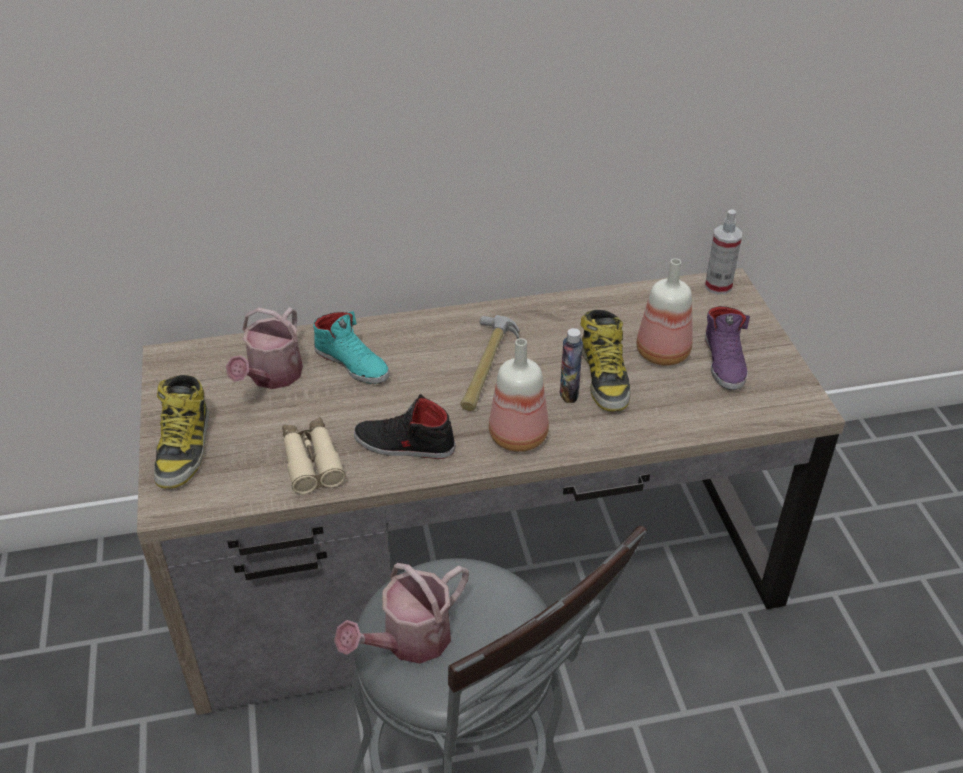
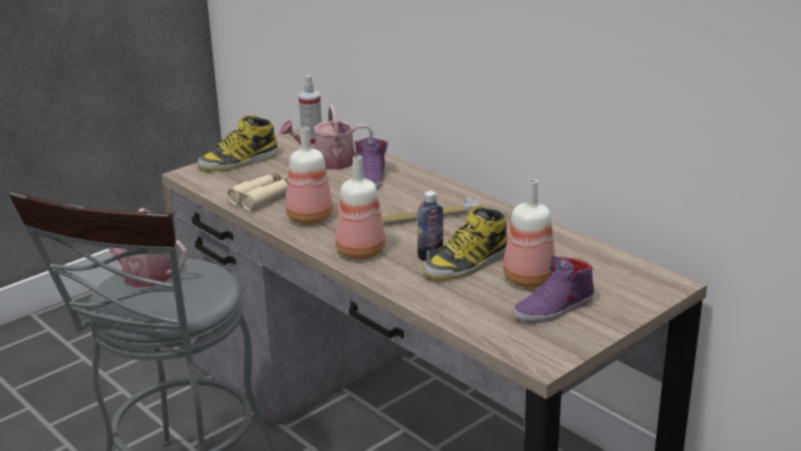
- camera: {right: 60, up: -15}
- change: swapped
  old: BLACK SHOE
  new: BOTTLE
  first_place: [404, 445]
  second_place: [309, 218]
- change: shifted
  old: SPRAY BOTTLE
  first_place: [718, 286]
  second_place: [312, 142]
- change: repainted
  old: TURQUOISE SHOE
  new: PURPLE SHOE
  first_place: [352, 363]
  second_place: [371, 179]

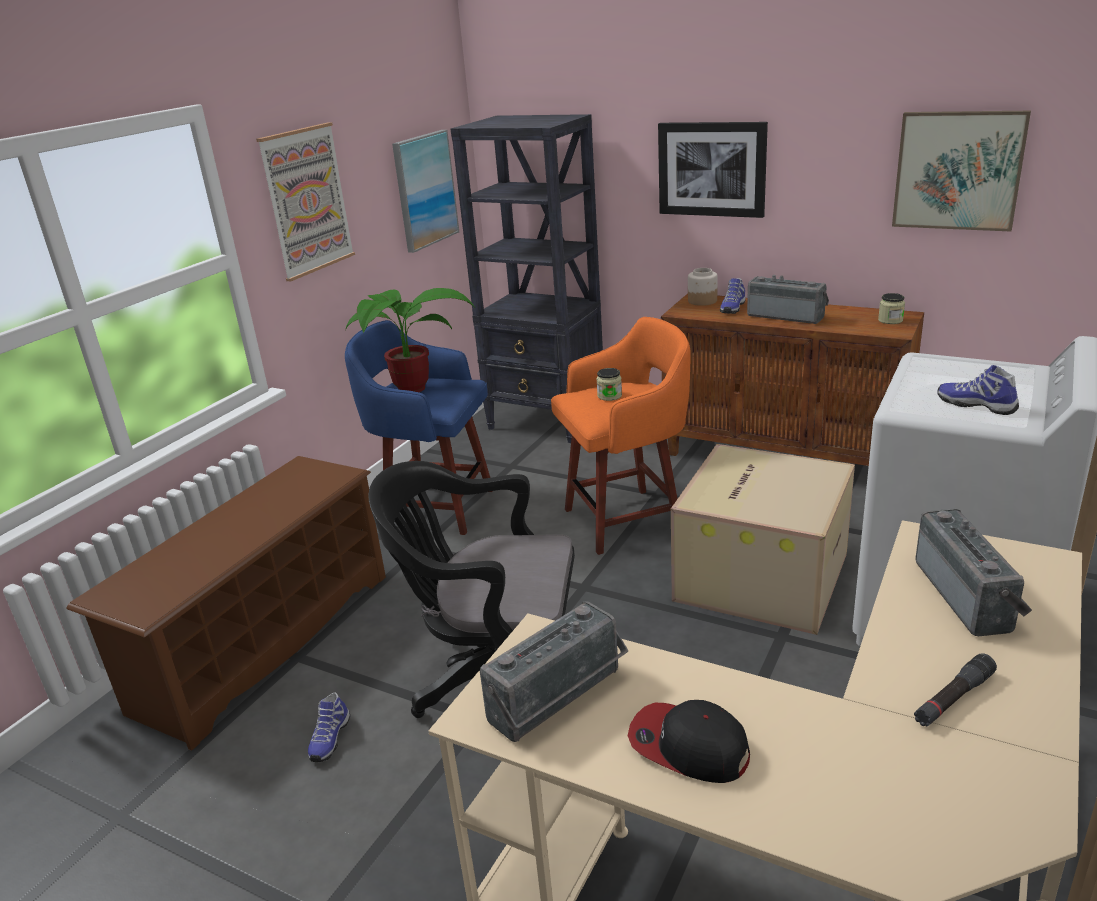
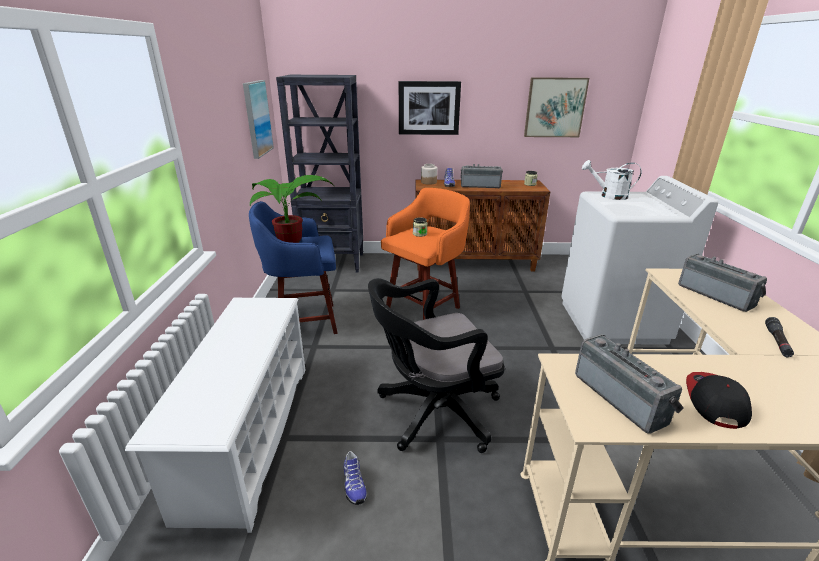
- camera: {right: -30, up: 0}
- change: repainted
  old: BROWN SHOE RACK
  new: WHITE SHOE RACK
  first_place: [265, 641]
  second_place: [248, 434]
- change: rotated
  old: RADIO
  first_place: [559, 700]
  second_place: [622, 397]
  degrees: -45
- change: new
  new: WHITE WATERING CAN
  second_place: [609, 196]
- change: rotated
  old: CAP
  first_place: [688, 746]
  second_place: [715, 401]
  degrees: 105
- change: gone
  old: PICTURE
  first_place: [307, 201]
- change: gone
  old: CARDBOARD BOX
  first_place: [759, 575]
- change: gone
  old: SHOE
  first_place: [977, 405]

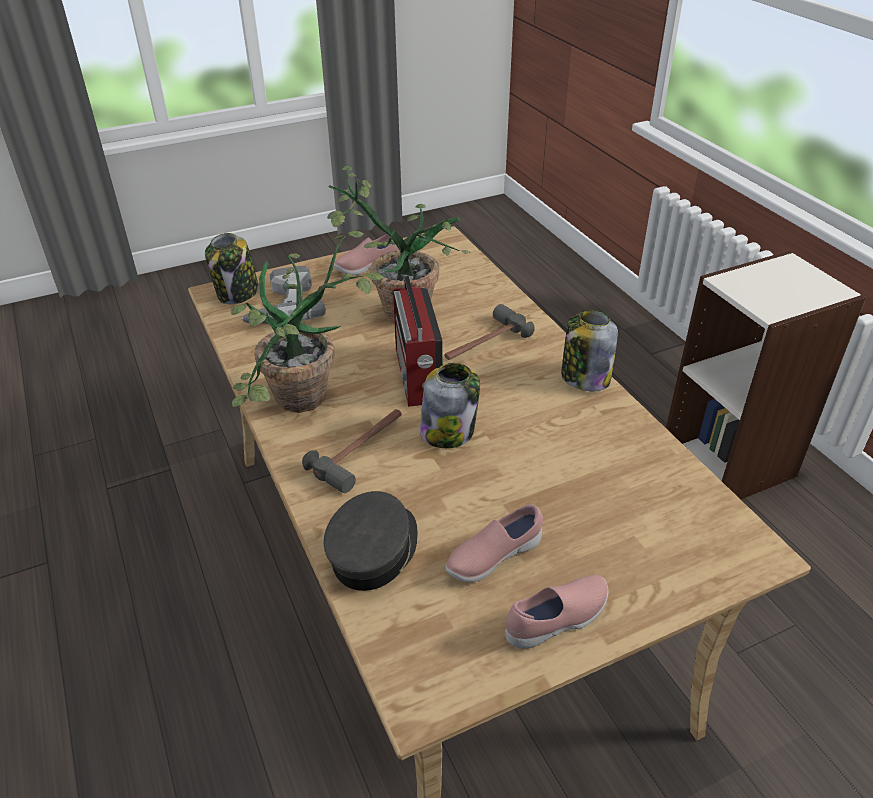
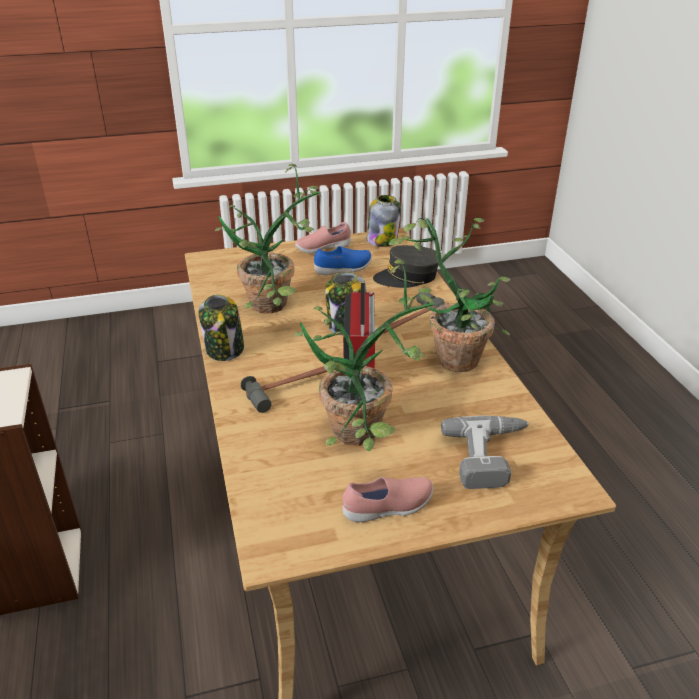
- camera: {right: -170, up: -5}
- change: new
  new: POTTED PLANT
  second_place: [277, 306]
- change: repainted
  old: PINK SHOE
  new: BLUE SHOE
  first_place: [493, 557]
  second_place: [343, 269]
- change: shifted
  old: JAR
  first_place: [237, 293]
  second_place: [382, 240]
- change: rotated
  old: GREY CAP
  first_place: [374, 551]
  second_place: [407, 277]
  degrees: 45

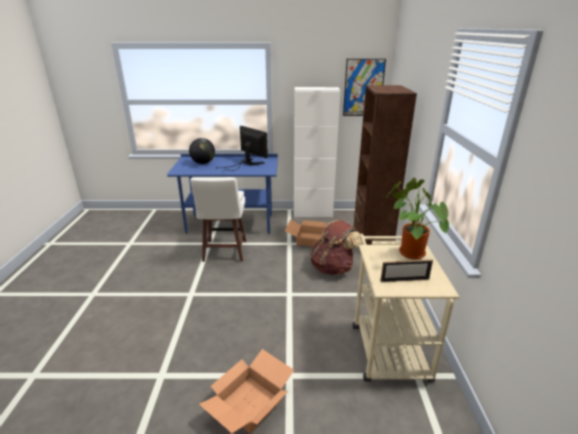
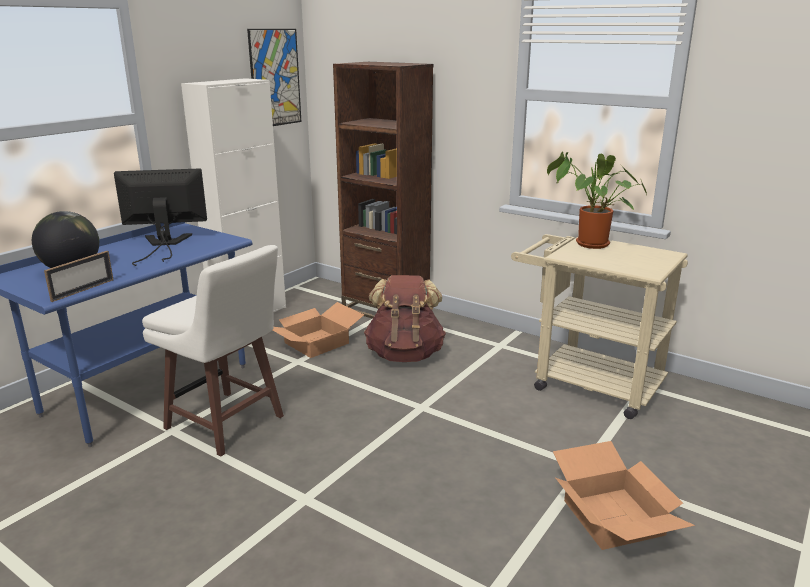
- camera: {right: -55, up: -5}
- change: shifted
  old: PICTURE FRAME
  first_place: [404, 280]
  second_place: [83, 290]

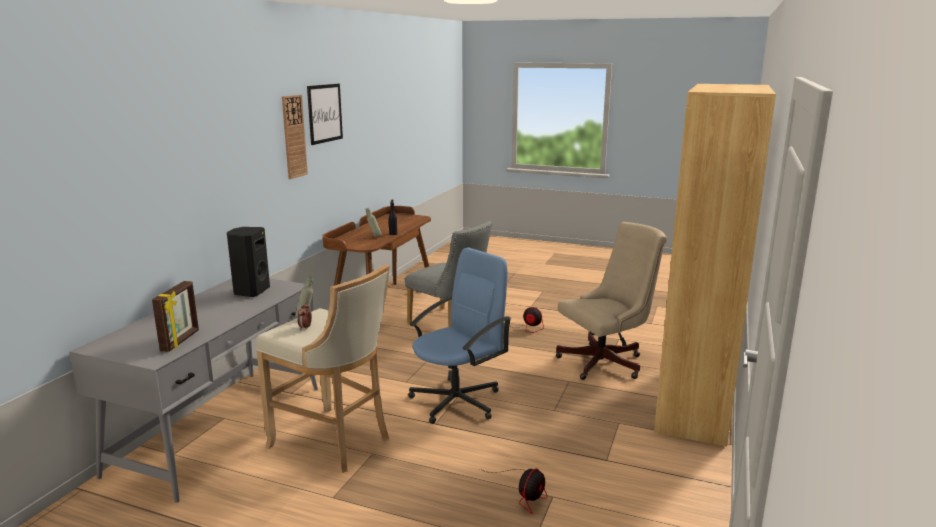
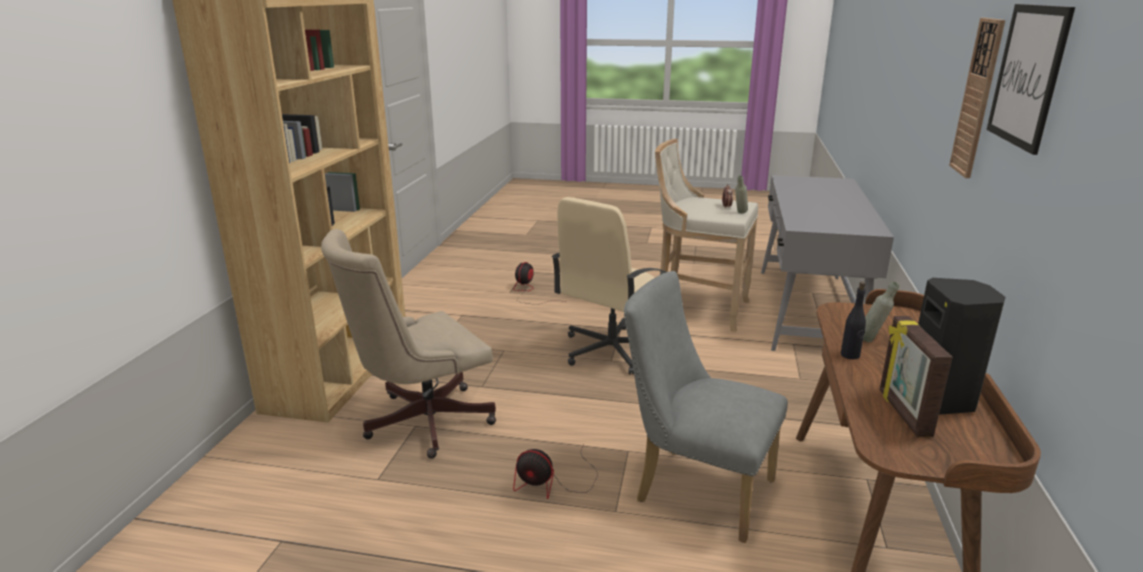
- camera: {right: 170, up: 5}
- change: repainted
  old: BLUE OFFICE CHAIR
  new: BEIGE OFFICE CHAIR
  first_place: [457, 401]
  second_place: [609, 351]
- change: shifted
  old: PICTURE FRAME
  first_place: [181, 341]
  second_place: [903, 413]
- change: shifted
  old: BLACK SPEAKER
  first_place: [250, 291]
  second_place: [942, 399]

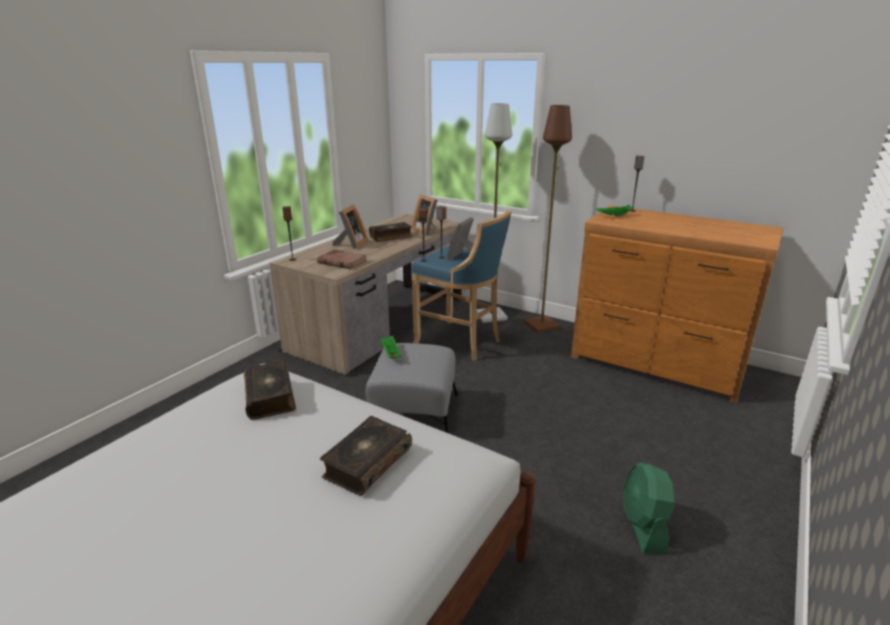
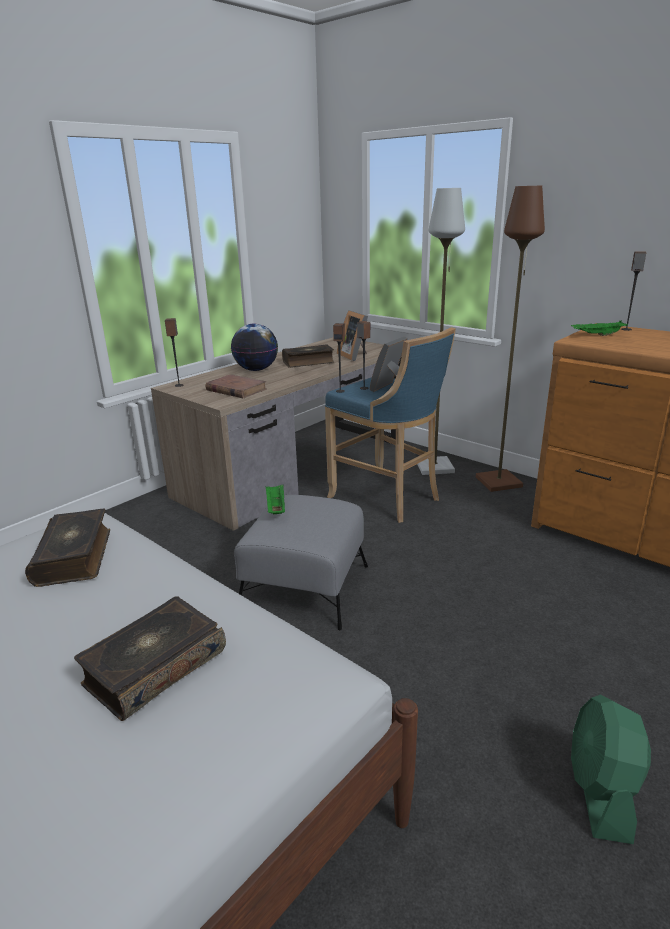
- camera: {right: 10, up: 0}
- change: swapped
  old: PICTURE FRAME
  new: GLOBE
  first_place: [351, 244]
  second_place: [256, 370]

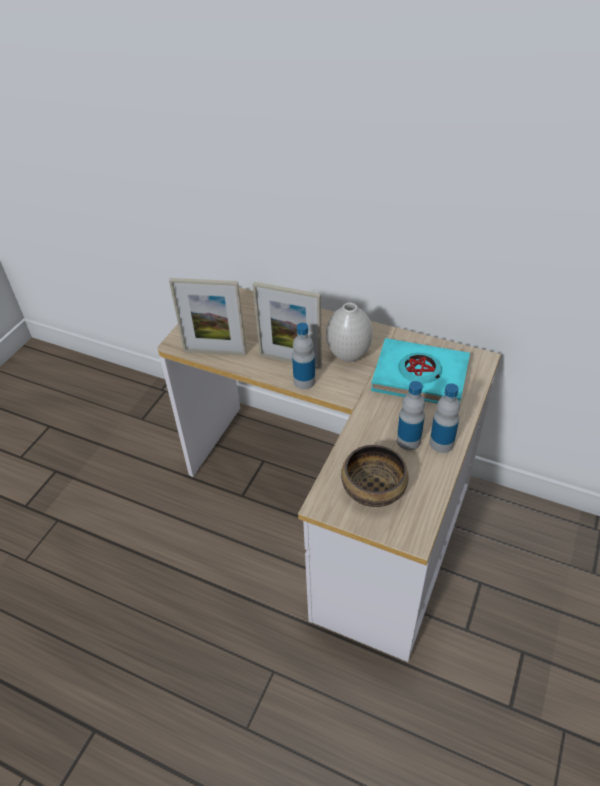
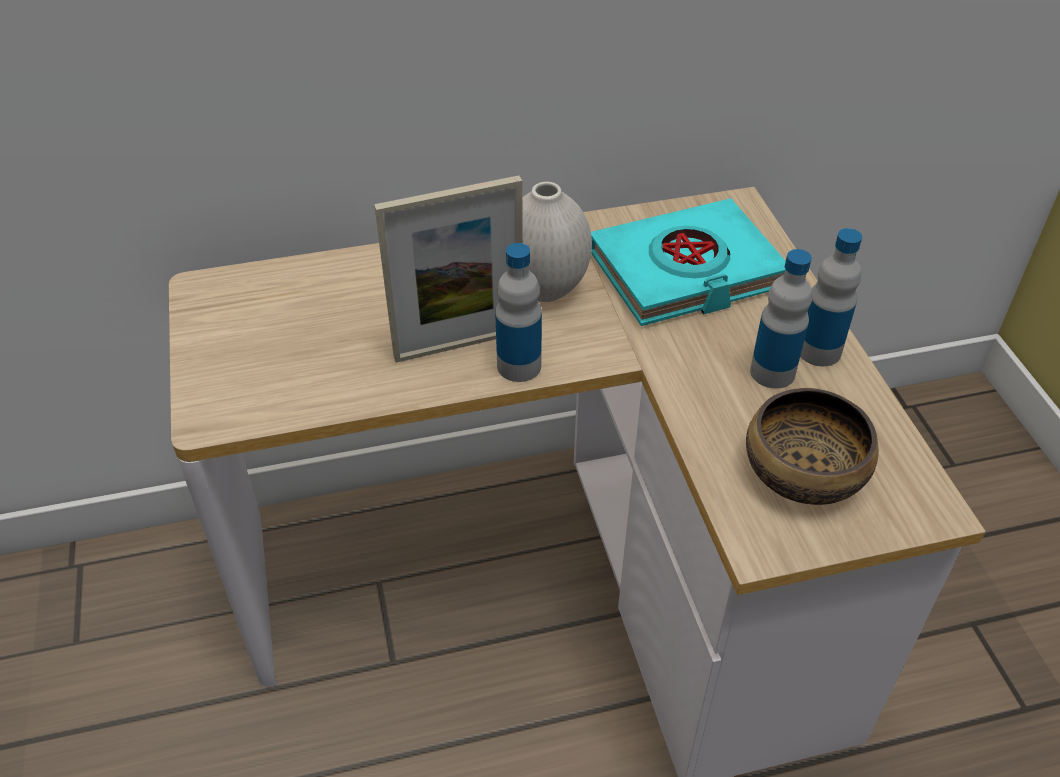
- camera: {right: -40, up: 0}
- change: gone
  old: PICTURE FRAME
  first_place: [215, 352]

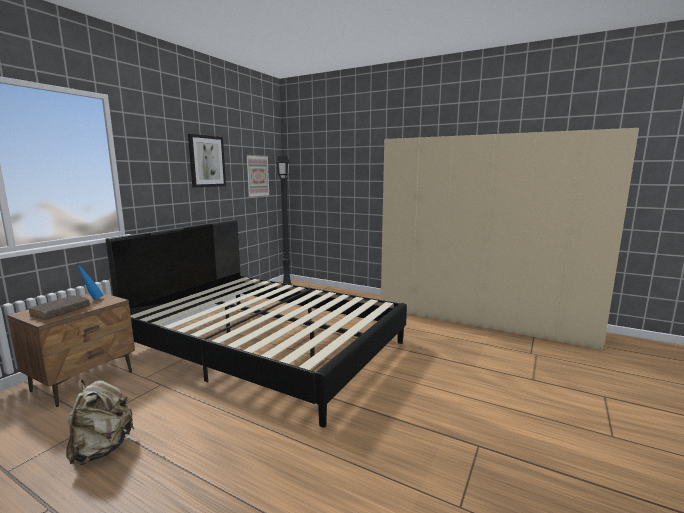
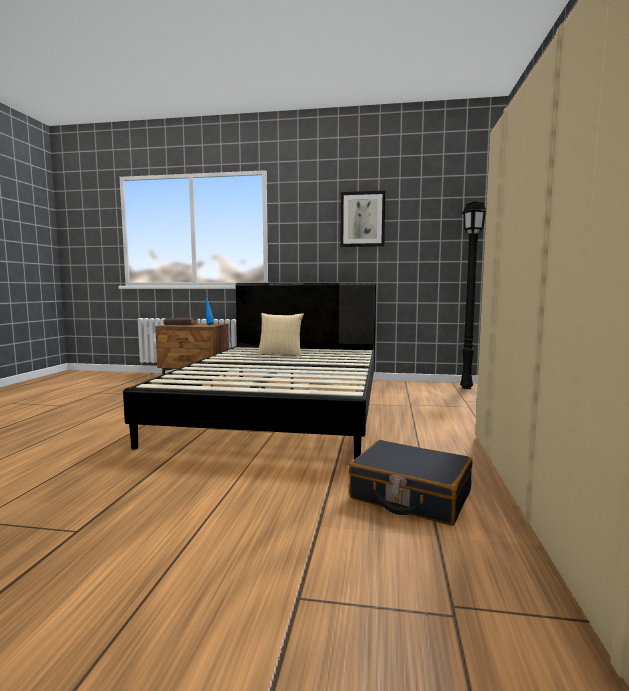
- camera: {right: 70, up: -5}
- change: new
  new: PILLOW
  second_place: [280, 354]
- change: new
  new: BLACK SUITCASE
  second_place: [410, 496]
- change: gone
  old: BEIGE BACKPACK
  first_place: [102, 449]
- change: gone
  old: PICTURE
  first_place: [257, 176]

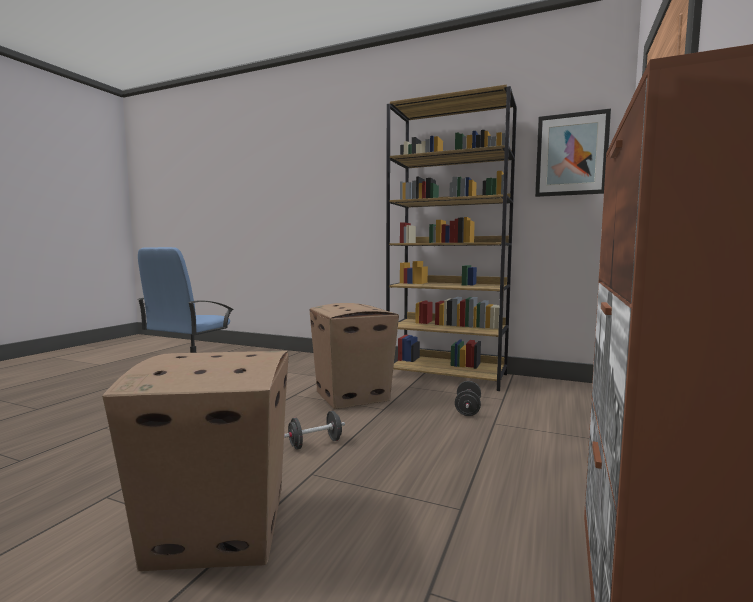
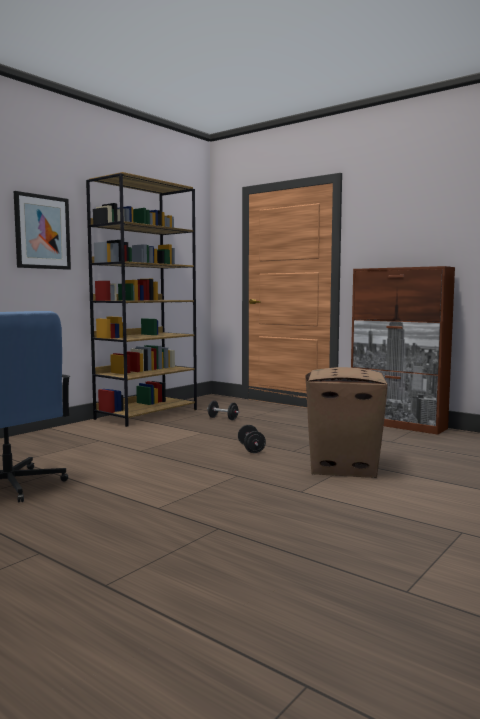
- camera: {right: -75, up: 0}
- change: shifted
  old: PICTURE
  first_place: [571, 154]
  second_place: [42, 232]
- change: gone
  old: CARDBOARD BOX
  first_place: [352, 396]

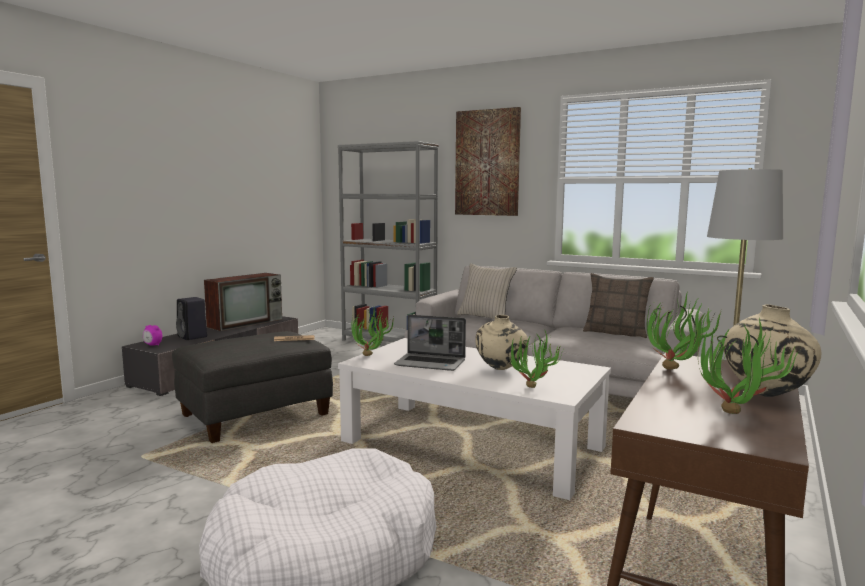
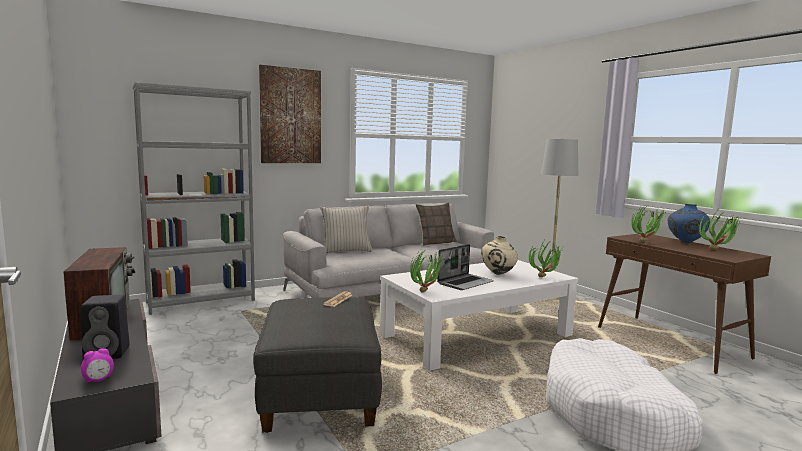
- camera: {right: -60, up: 0}
- change: repainted
  old: BEIGE VASE
  new: BLUE VASE
  first_place: [765, 395]
  second_place: [685, 242]

